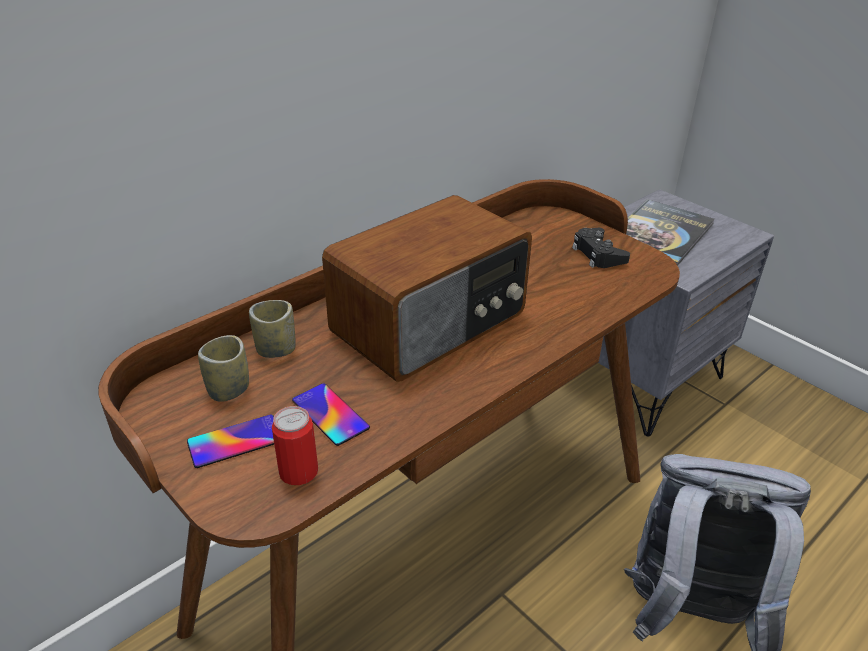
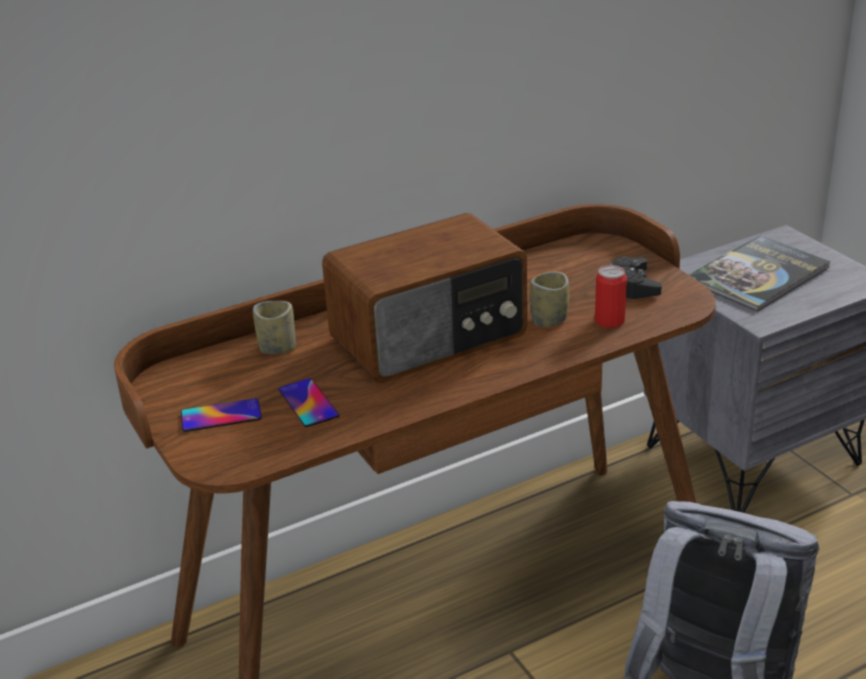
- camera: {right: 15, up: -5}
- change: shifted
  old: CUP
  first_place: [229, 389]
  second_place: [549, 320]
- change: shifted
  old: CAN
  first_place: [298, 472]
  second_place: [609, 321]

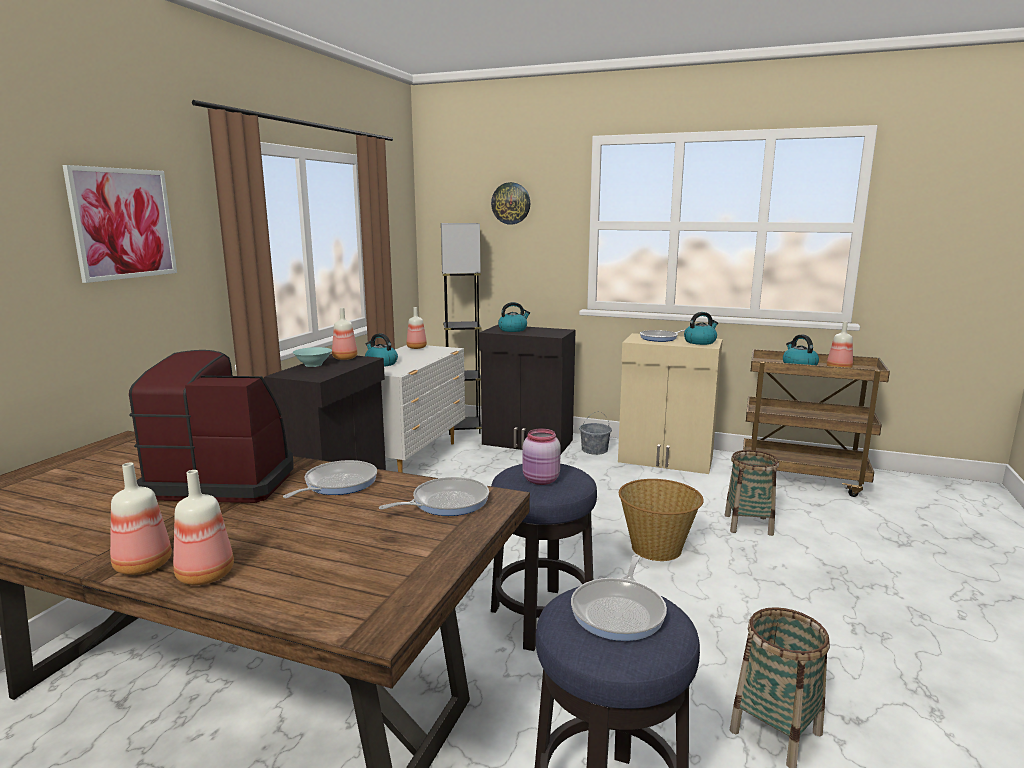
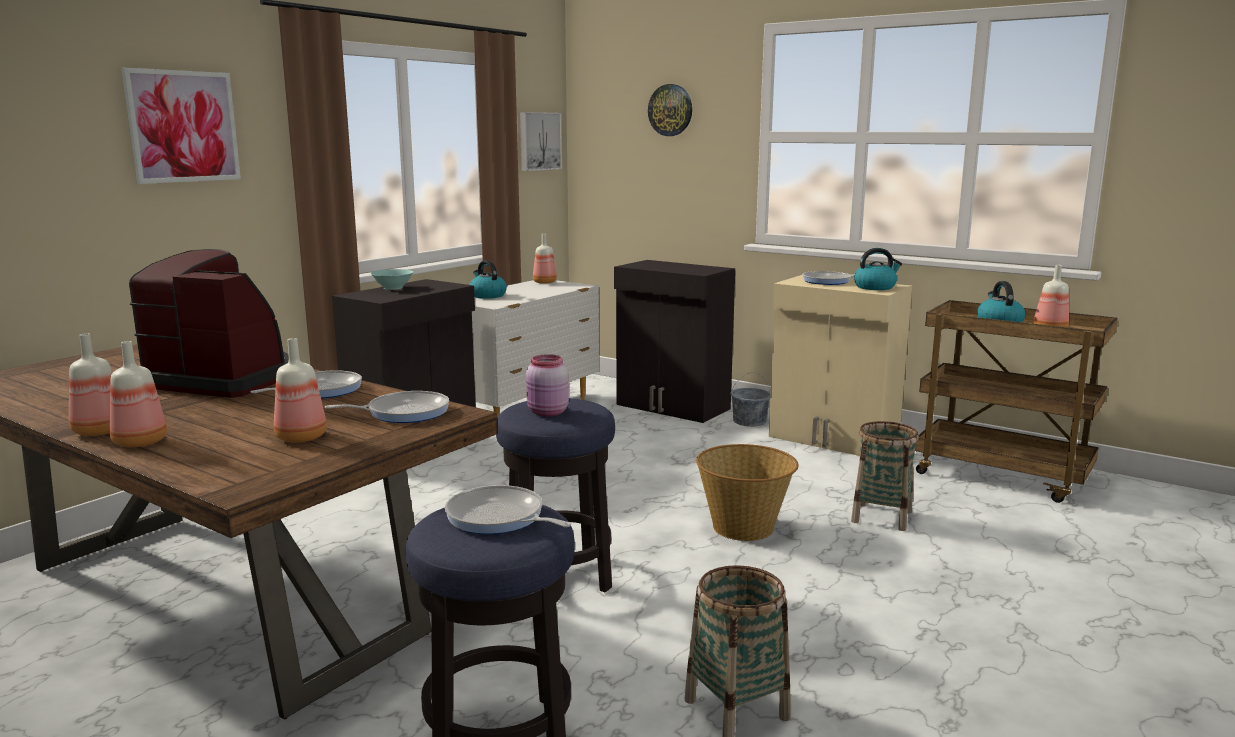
- camera: {right: 15, up: 0}
- change: shifted
  old: BOTTLE
  first_place: [344, 358]
  second_place: [299, 437]
- change: rotated
  old: FRYING PAN
  first_place: [620, 611]
  second_place: [498, 518]
  degrees: 90
- change: new
  new: PICTURE
  second_place: [539, 141]
- change: gone
  old: GREY FLOOR LAMP
  first_place: [464, 429]
- change: gone
  old: KETTLE
  first_place: [513, 329]

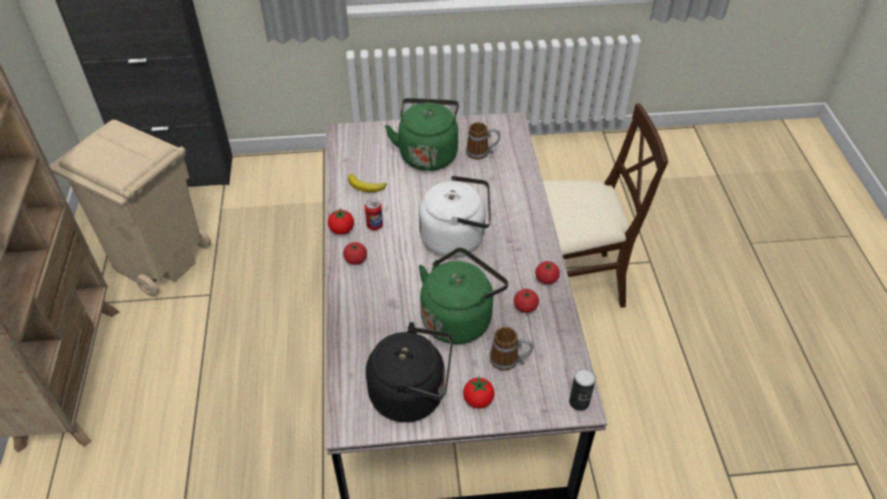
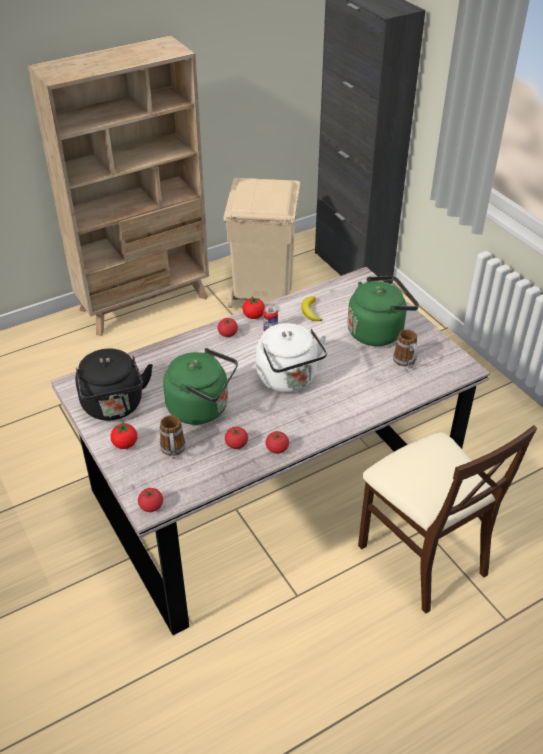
- camera: {right: 65, up: -5}
- change: swapped
  old: CAN
  new: TOMATO
  first_place: [579, 402]
  second_place: [151, 506]

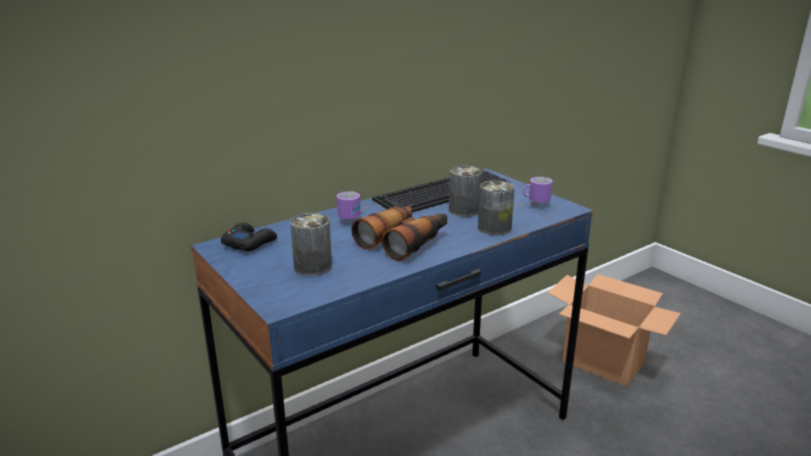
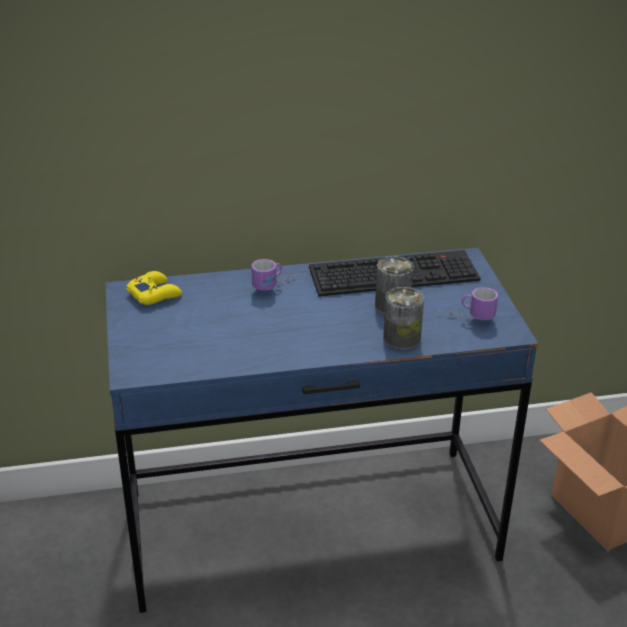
- camera: {right: 25, up: 10}
- change: repainted
  old: BLACK GAME CONTROLLER
  new: YELLOW GAME CONTROLLER
  first_place: [249, 243]
  second_place: [154, 294]
- change: gone
  old: CAN
  first_place: [313, 266]
- change: gone
  old: BINOCULARS
  first_place: [404, 240]

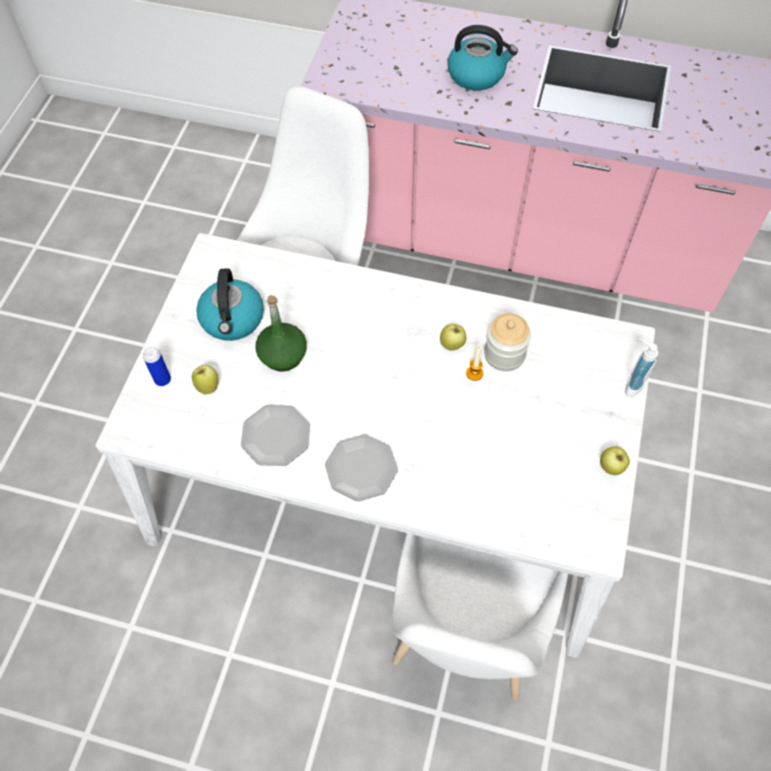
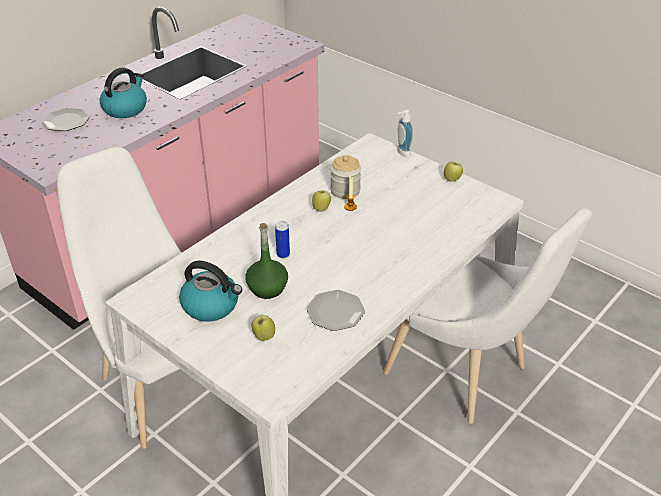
- camera: {right: -65, up: -20}
- change: shifted
  old: PLATE
  first_place: [362, 469]
  second_place: [67, 121]
- change: shifted
  old: CAN
  first_place: [162, 380]
  second_place: [283, 254]

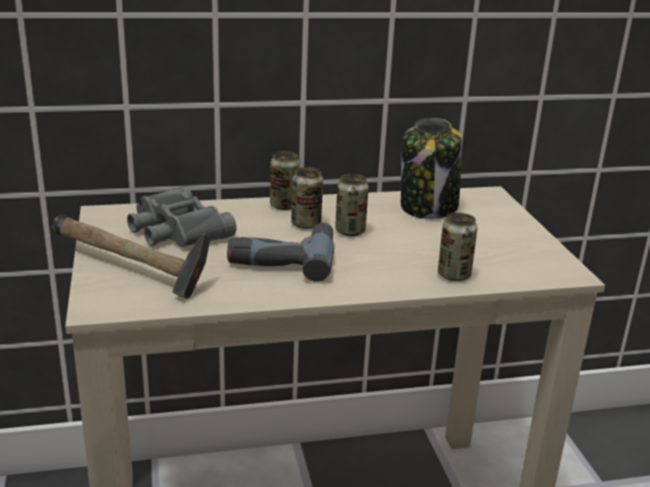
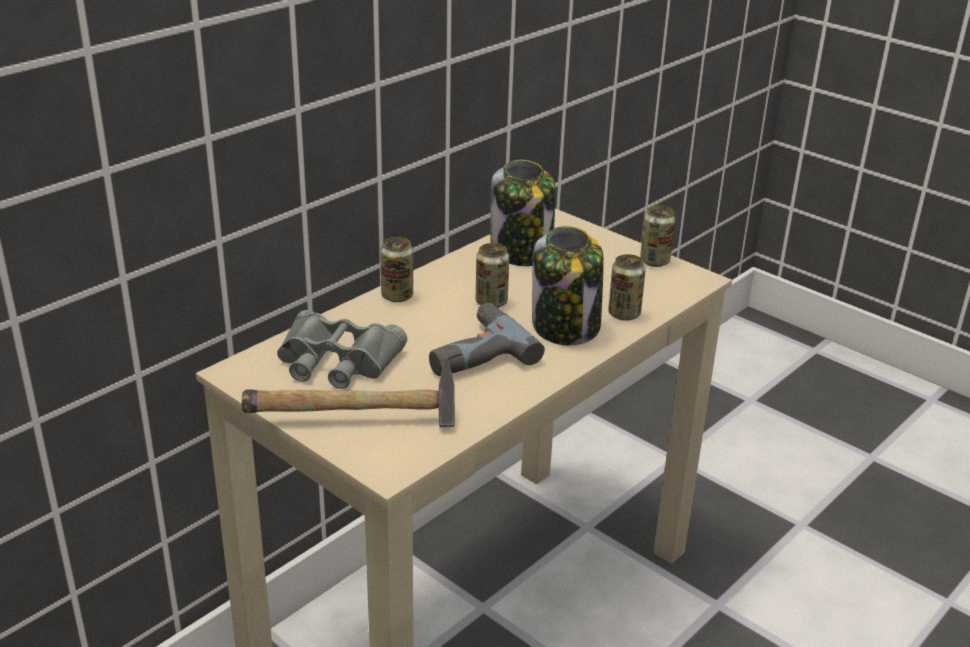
- camera: {right: -35, up: 5}
- change: new
  new: JAR
  second_place: [566, 327]
- change: shifted
  old: CAN
  first_place: [306, 224]
  second_place: [654, 261]

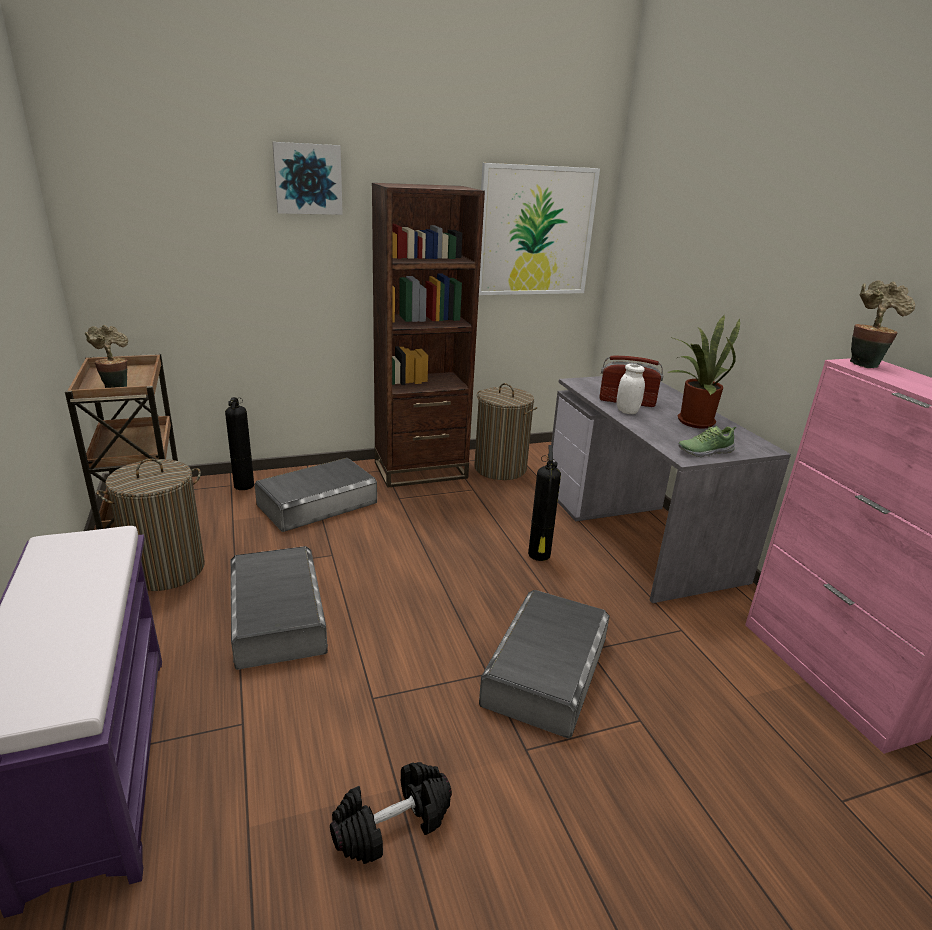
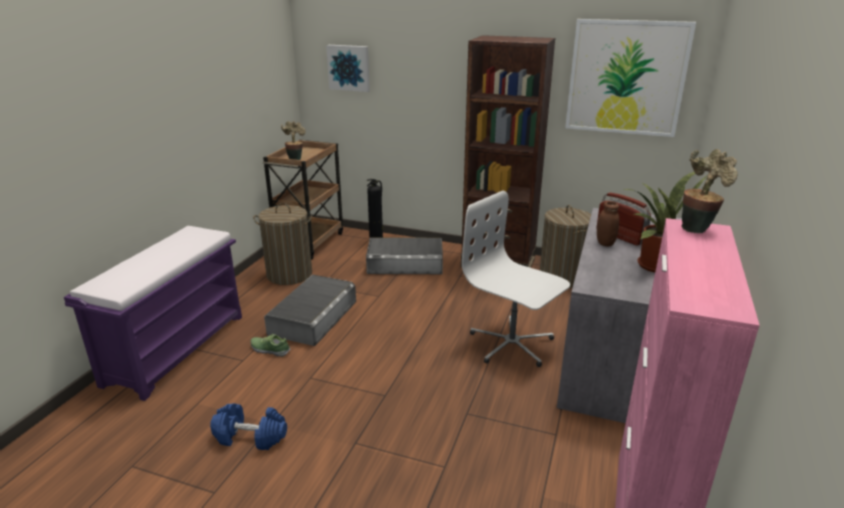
- camera: {right: 40, up: 0}
- change: repainted
  old: BLACK DUMBBELL
  new: BLUE DUMBBELL
  first_place: [392, 824]
  second_place: [251, 437]
- change: shifted
  old: SHOE
  first_place: [704, 451]
  second_place: [270, 349]
- change: shifted
  old: PICTURE
  first_place: [308, 179]
  second_place: [349, 67]
- change: swapped
  old: FIRE EXTINGUISHER
  new: WHITE OFFICE CHAIR
  first_place: [539, 555]
  second_place: [511, 344]
- change: repainted
  old: WHITE JAR
  new: BROWN JAR
  first_place: [627, 411]
  second_place: [605, 243]
- change: gone
  old: GREY STORAGE BOX
  first_place: [545, 670]

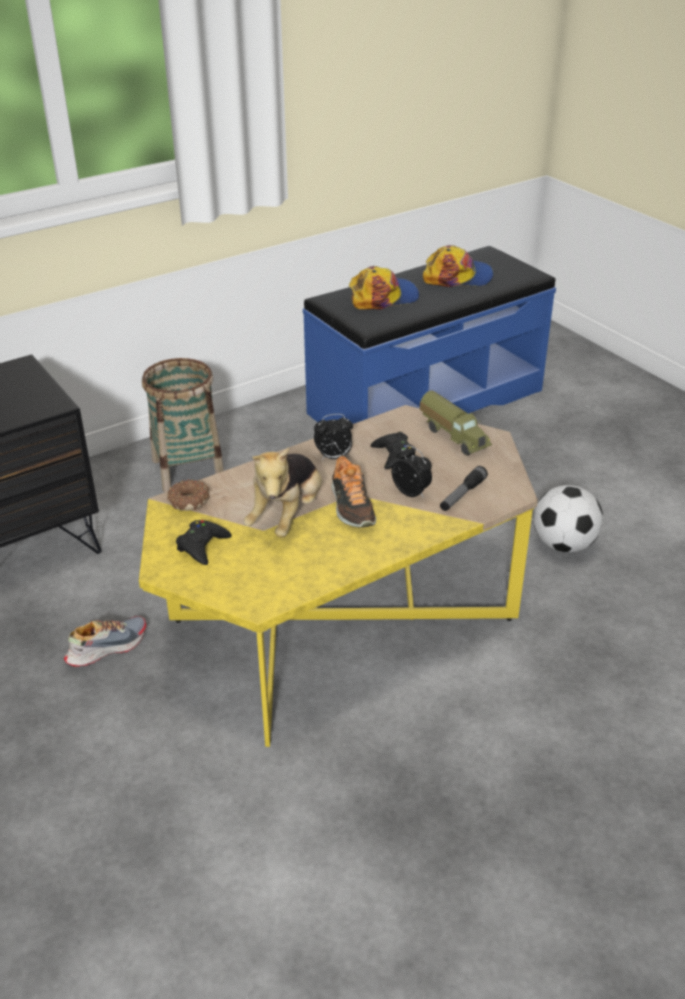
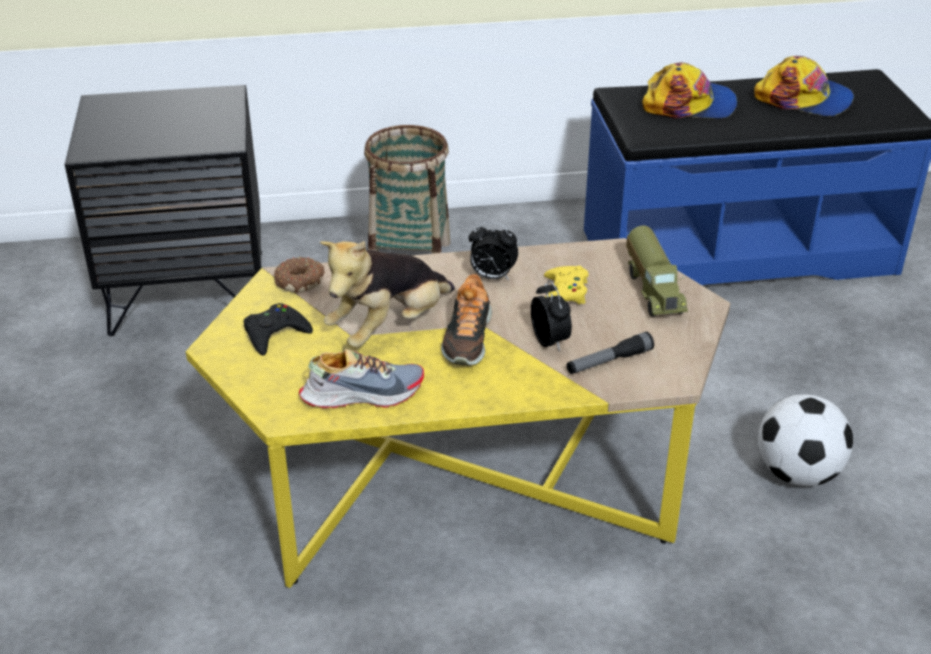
- camera: {right: 25, up: 0}
- change: shifted
  old: SHOE
  first_place: [106, 647]
  second_place: [362, 393]
- change: repainted
  old: BLACK GAME CONTROLLER
  new: YELLOW GAME CONTROLLER
  first_place: [394, 455]
  second_place: [564, 292]

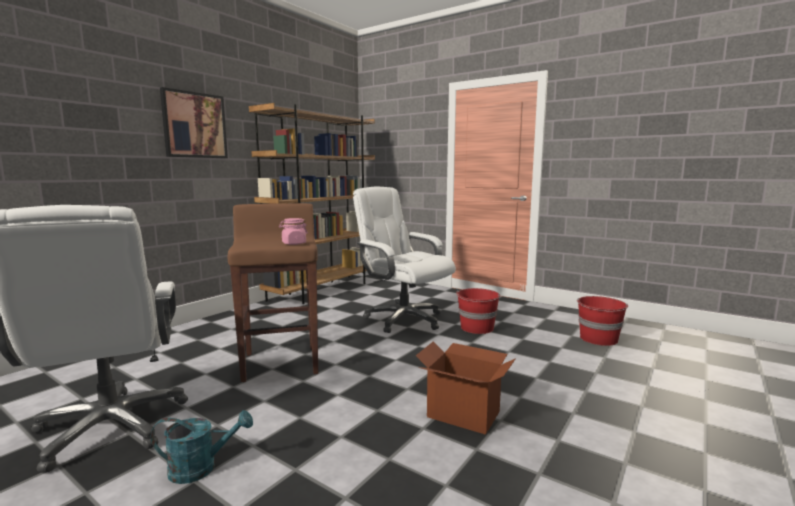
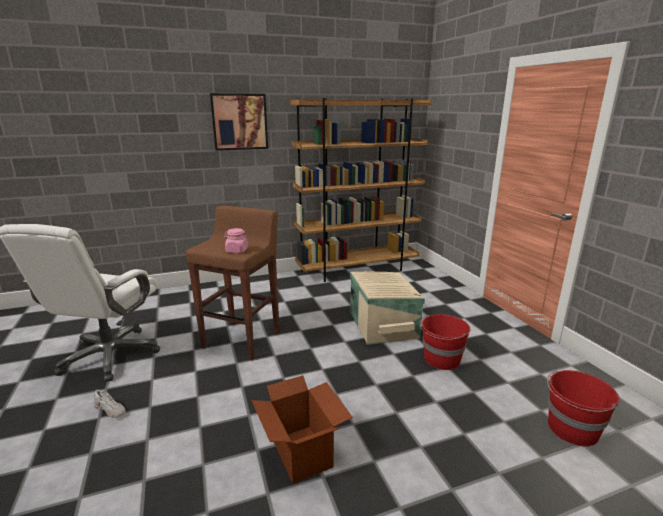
- camera: {right: 35, up: 10}
- change: swapped
  old: TURQUOISE WATERING CAN
  new: WHITE SHOE
  first_place: [201, 468]
  second_place: [111, 410]
- change: swapped
  old: WHITE OFFICE CHAIR
  new: BEIGE STORAGE BOX
  first_place: [403, 319]
  second_place: [384, 324]

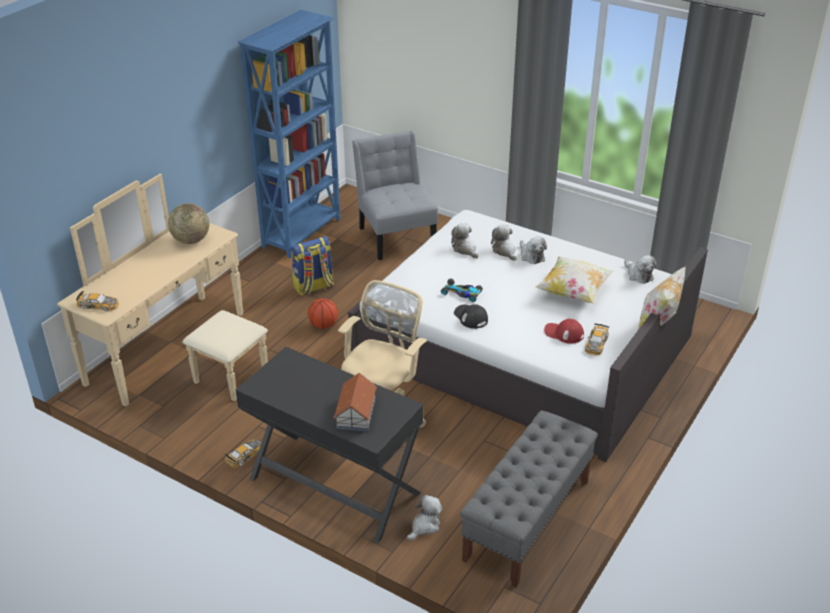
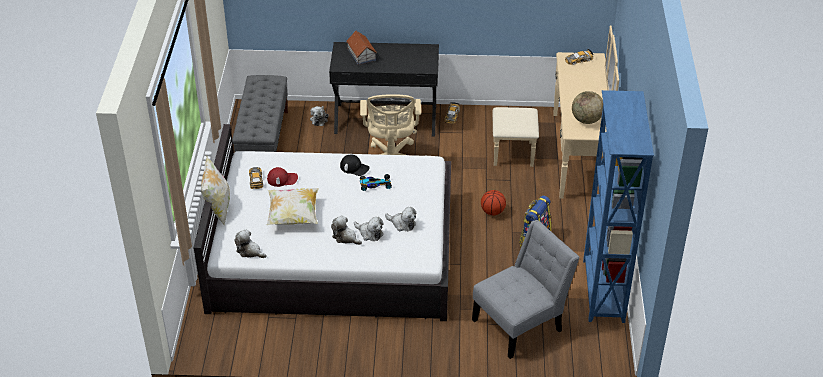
- camera: {right: 150, up: 5}
- change: rotated
  old: GREY CHAIR
  first_place: [396, 235]
  second_place: [521, 323]
  degrees: -75

